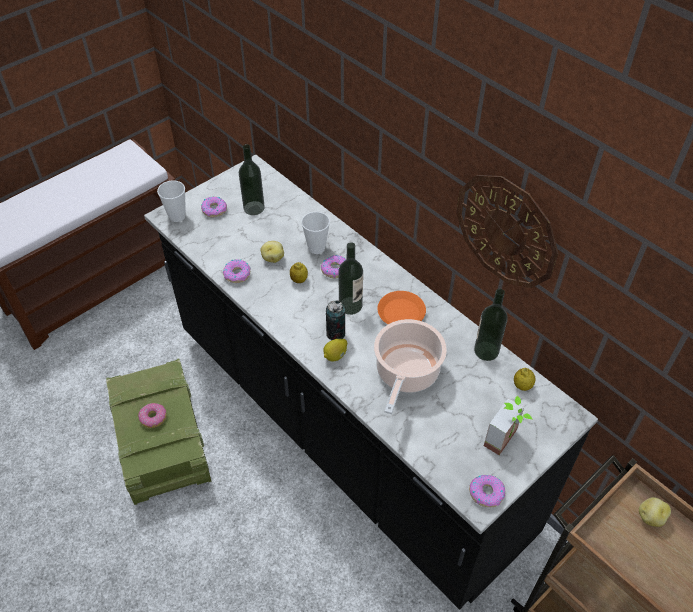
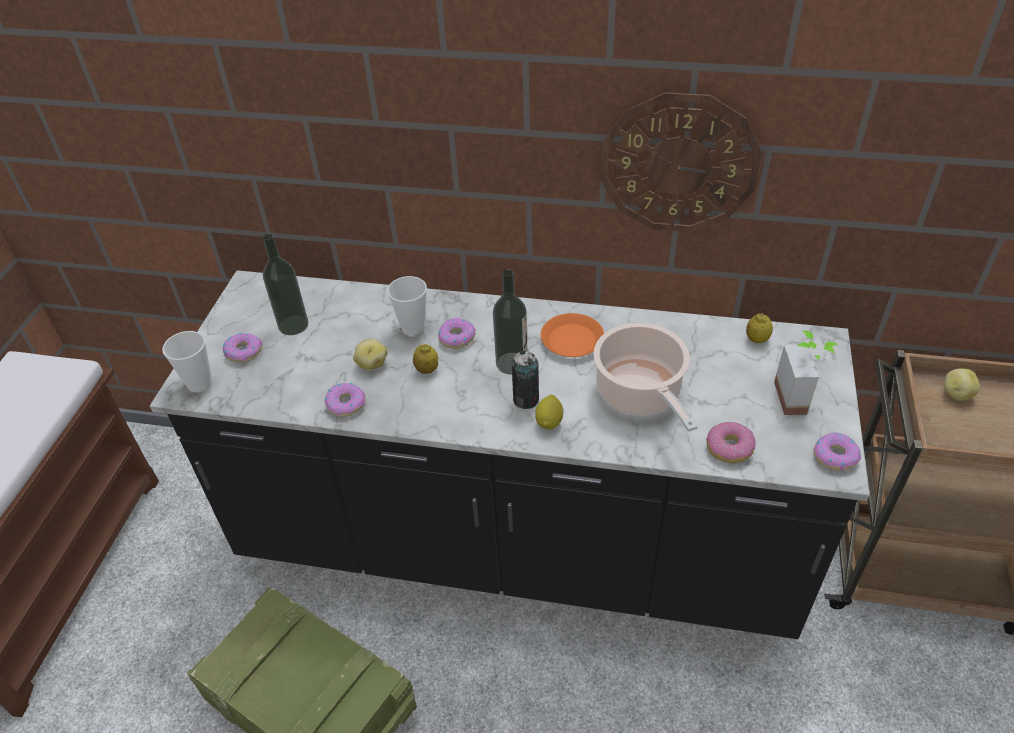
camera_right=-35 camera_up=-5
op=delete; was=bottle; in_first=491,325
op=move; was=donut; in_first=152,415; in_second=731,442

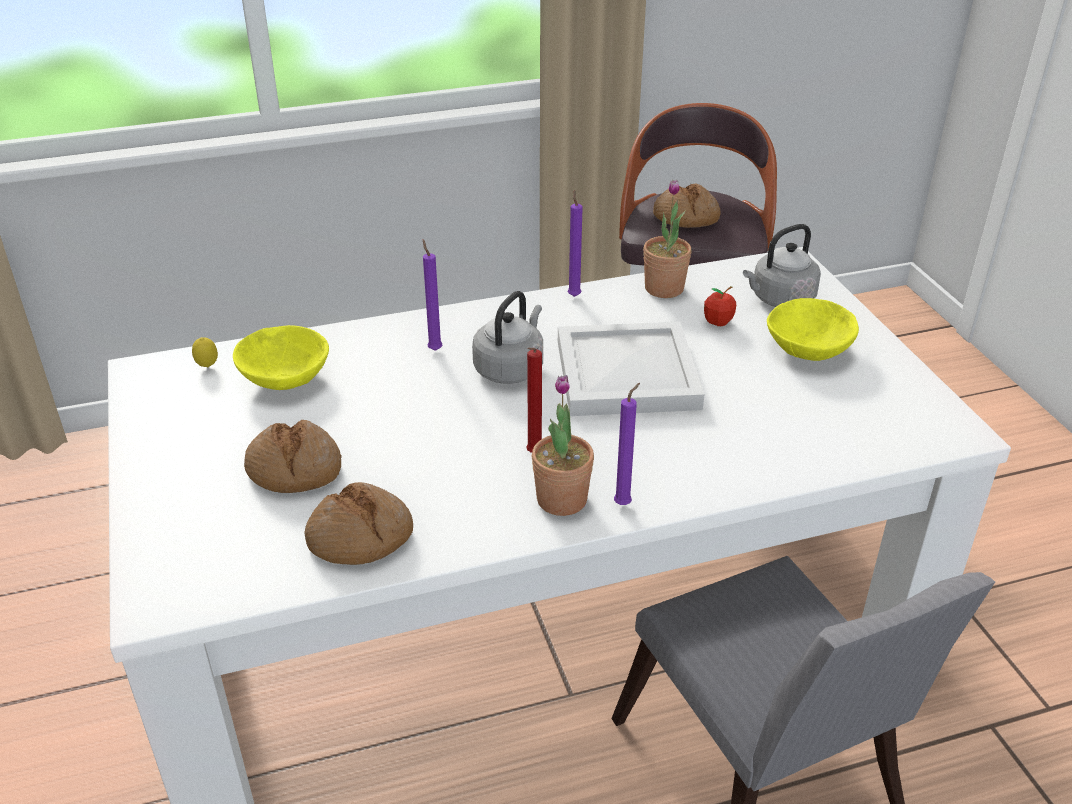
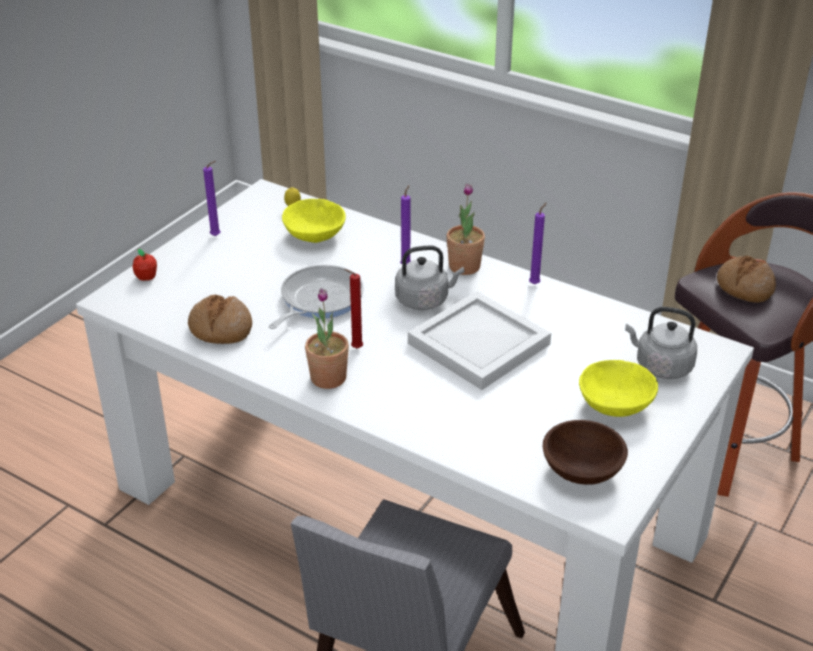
camera_right=50 camera_up=0
op=delete; was=bread; in_first=293,456
op=insert; now=frying pan; in_second=316,297
op=insert; now=bowl (brown); in_second=585,452
op=move; was=candle (purple); in_first=627,444; in_second=211,198
op=move; was=potted plant; in_first=667,239; in_second=465,229
op=move; was=apple; in_first=720,306; in_second=144,265

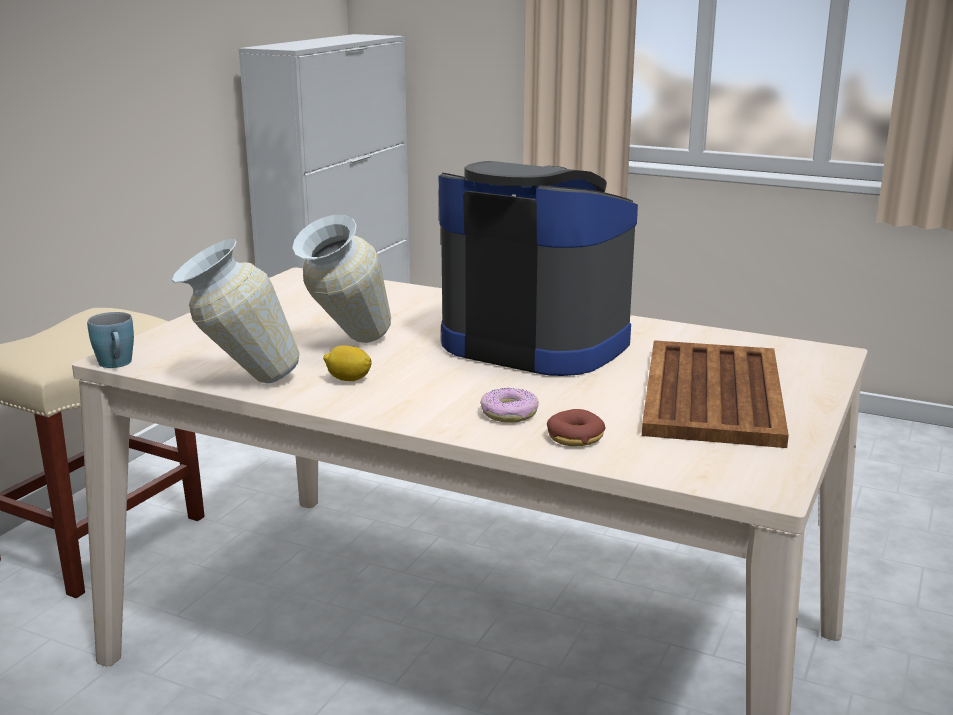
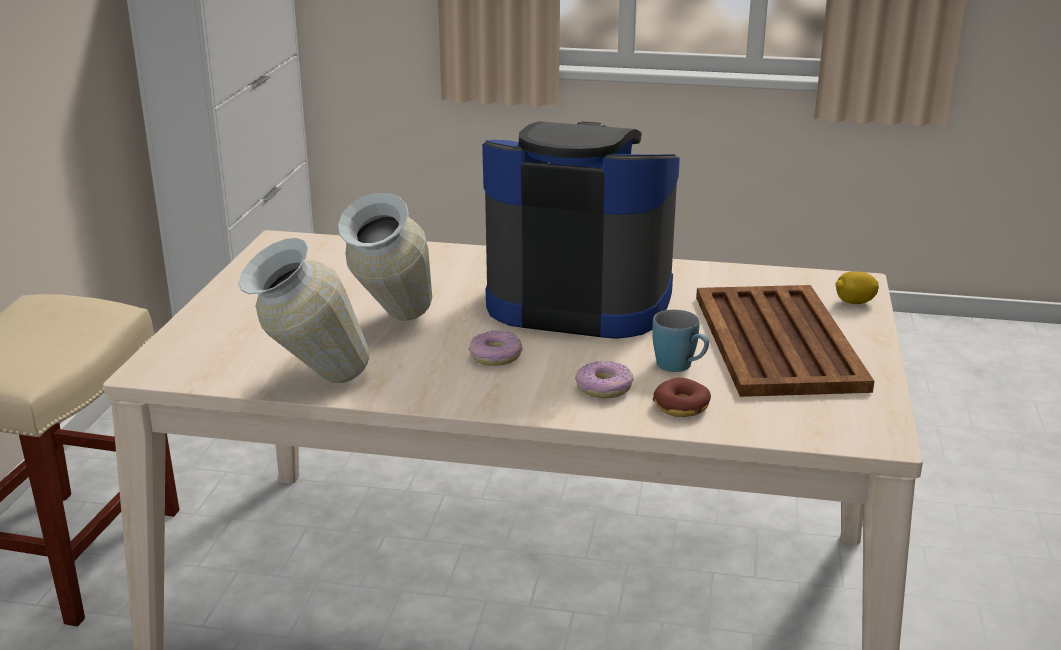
camera_right=-15 camera_up=5
op=insert; now=donut; in_second=496,348
op=move; was=mug (blue); in_first=110,340; in_second=680,341
op=move; was=lemon; in_first=347,363; in_second=857,288

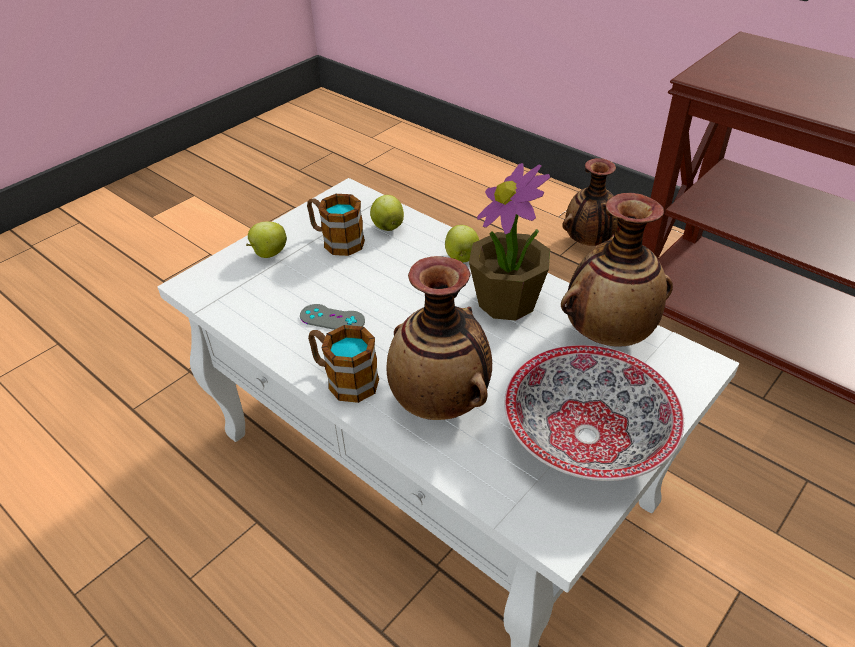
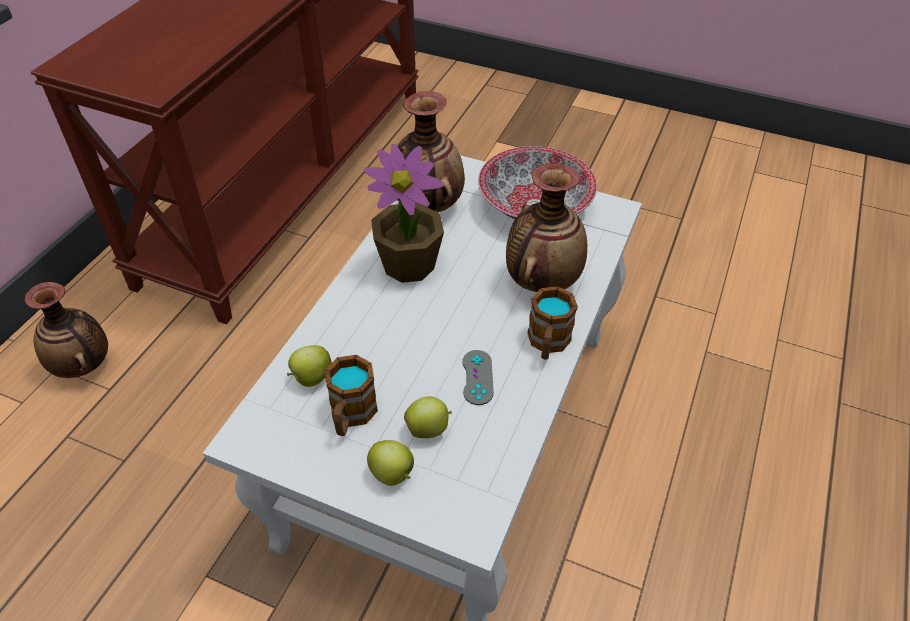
camera_right=-110 camera_up=5
op=move; was=apple; in_first=462,243; in_second=428,417

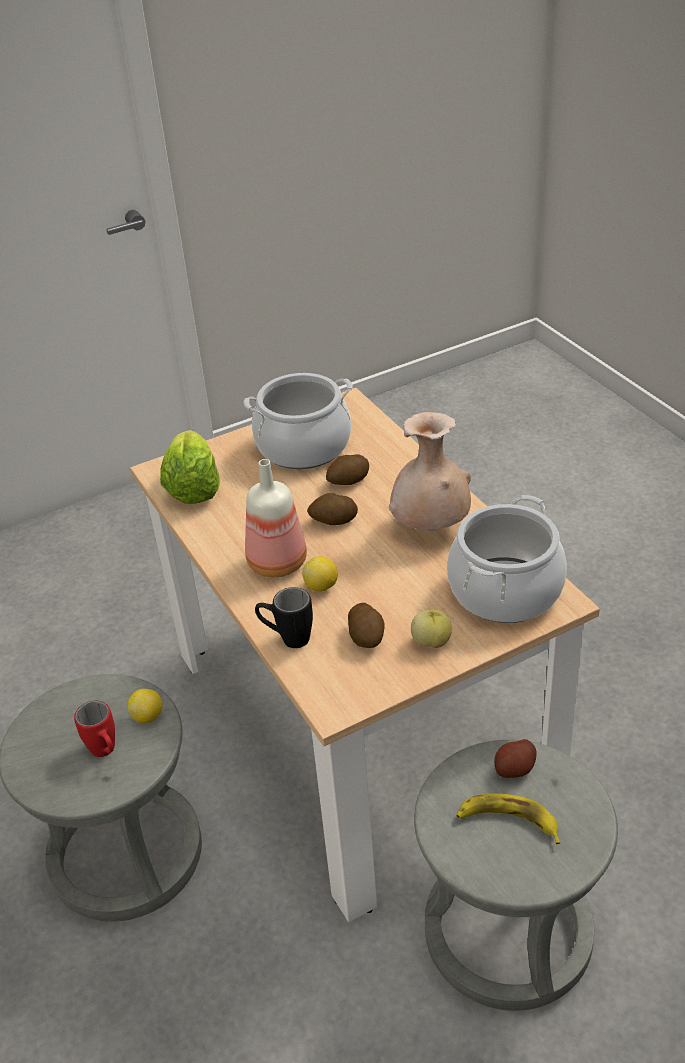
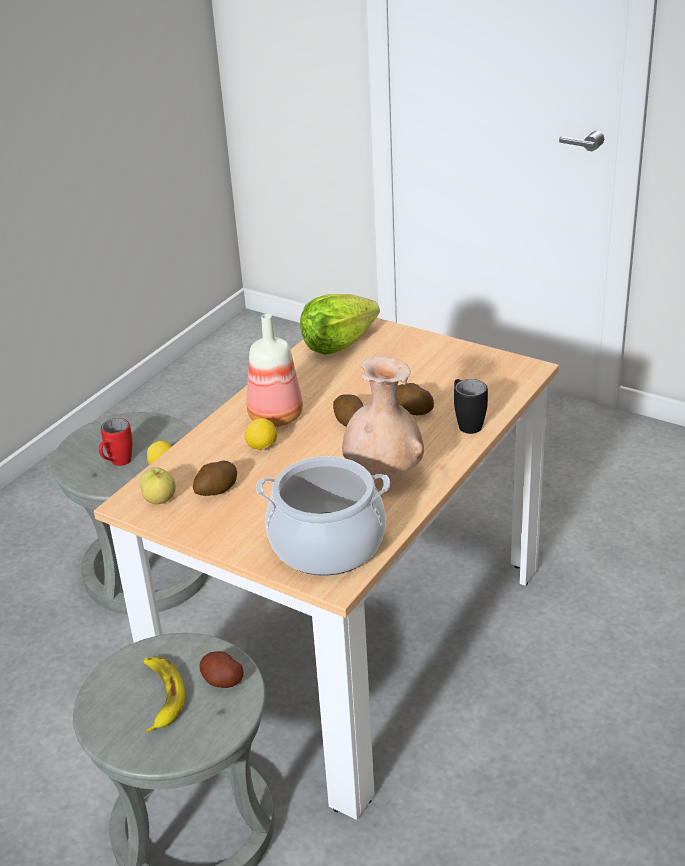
camera_right=60 camera_up=-5
op=delete; was=cooking pot; in_first=298,421
op=move; was=mug (black); in_first=284,617; in_second=471,406
op=move; was=apple; in_first=431,629; in_second=158,485

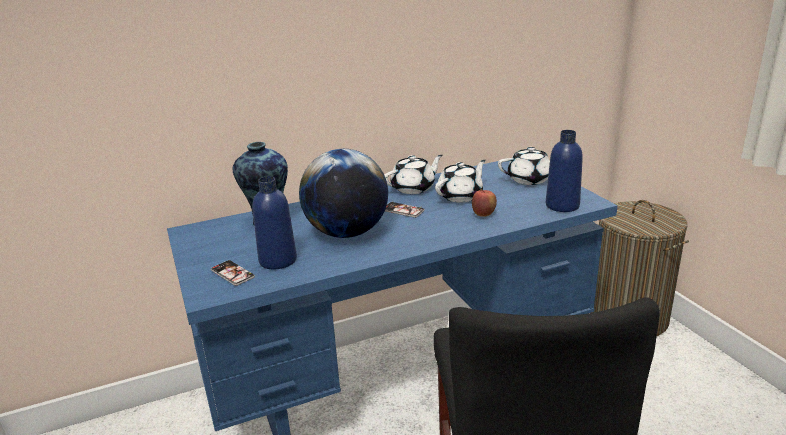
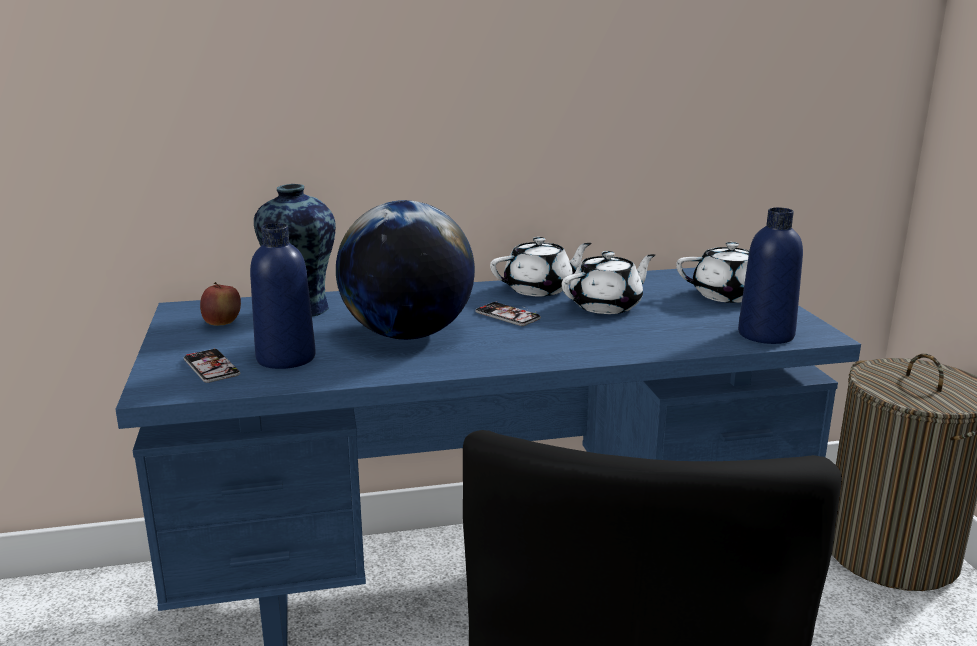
camera_right=10 camera_up=-5
op=move; was=apple; in_first=484,203; in_second=220,304

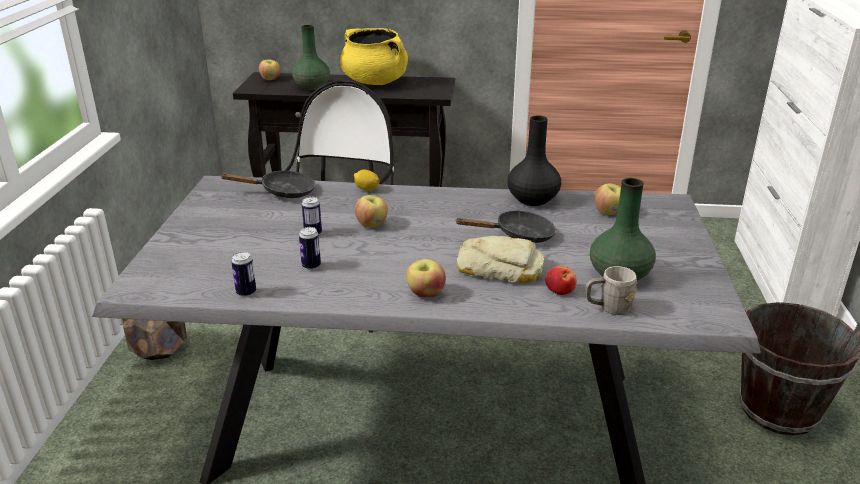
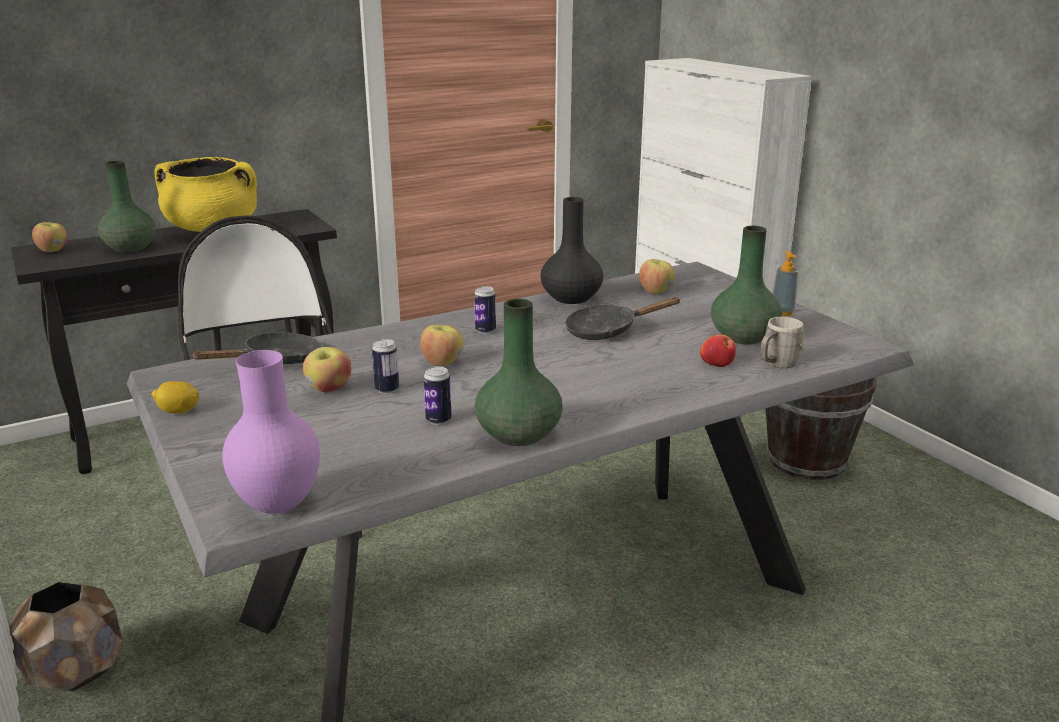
camera_right=-35 camera_up=-5
op=delete; was=bread; in_first=501,259
op=insert; now=vase (purple); in_second=271,432
op=insert; now=vase (green); in_second=518,372
op=insert; now=soap dispenser; in_second=785,283
op=move; was=can; in_first=243,274; in_second=485,310
op=move; was=lemon; in_first=366,180; in_second=175,397
op=move; was=apple; in_first=426,278; in_second=327,369
op=rotate; was=frying pan (black); in_first=505,226; in_second=623,318; clockwise=-150

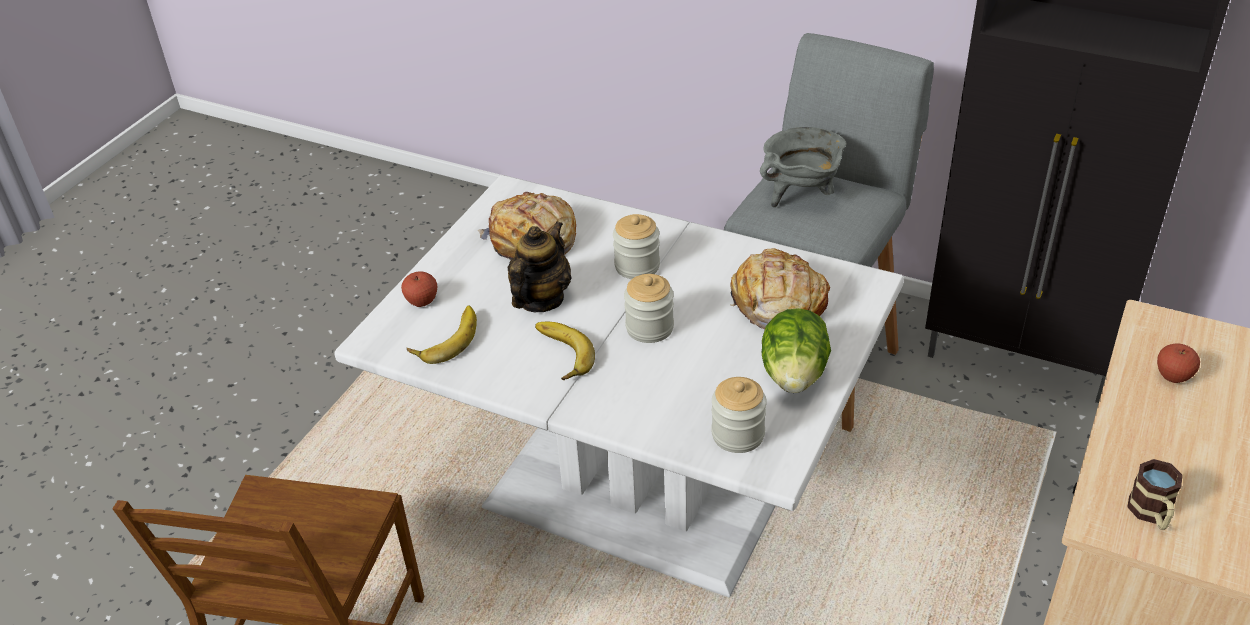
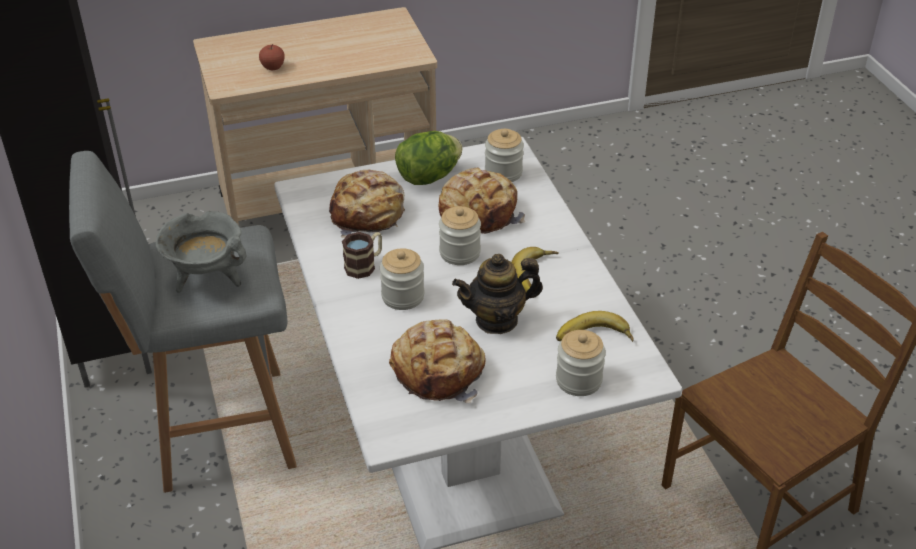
camera_right=-135 camera_up=0
op=insert; now=bread; in_second=482,201
op=move; was=mug; in_first=1155,494; in_second=362,255
op=replace; was=apple; now=jar; in_first=419,289; in_second=581,363

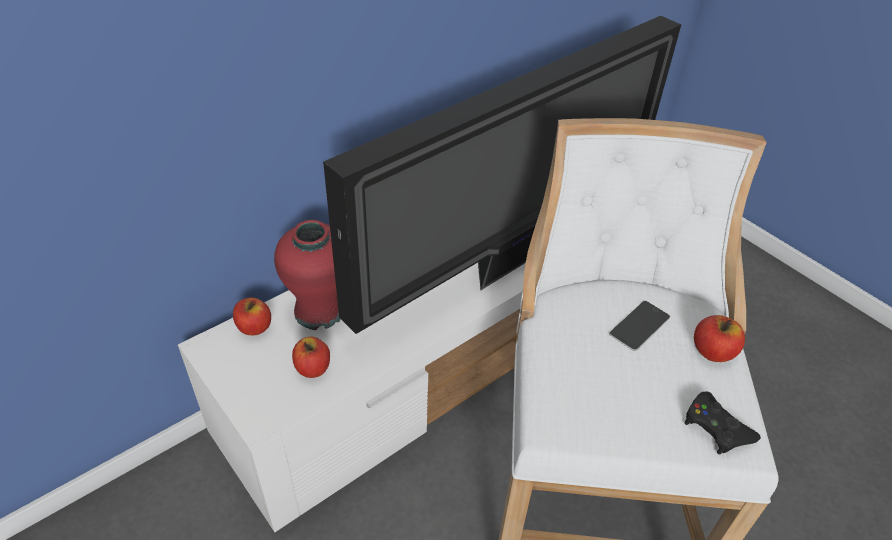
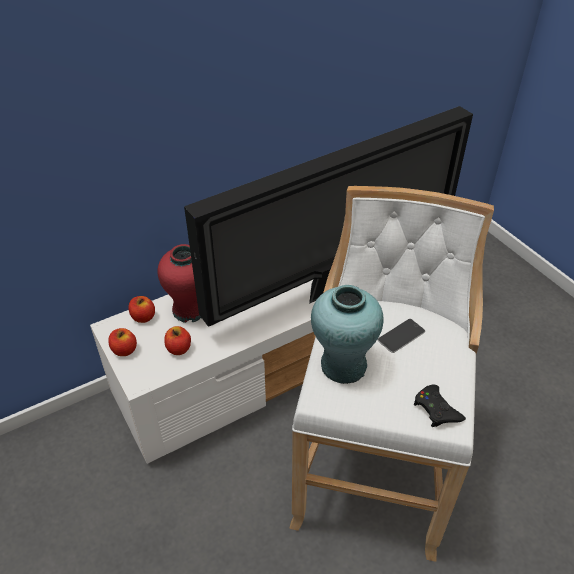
camera_right=10 camera_up=0
op=insert; now=vase (turquoise); in_second=347,334
op=move; was=apple; in_first=719,338; in_second=122,342

